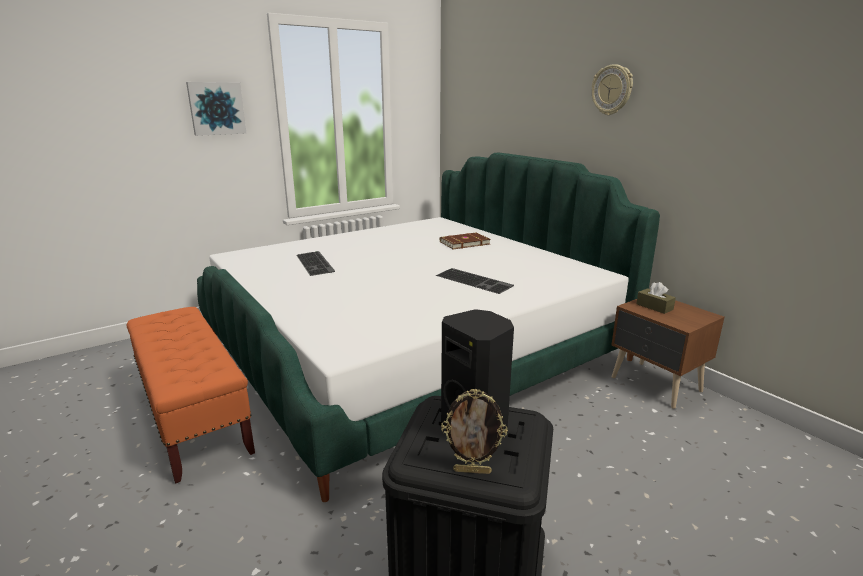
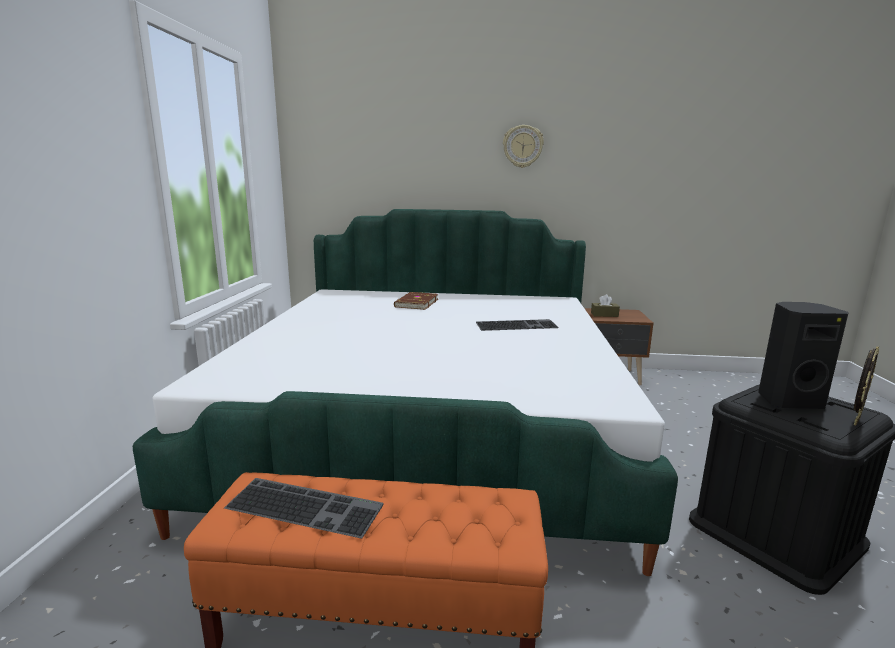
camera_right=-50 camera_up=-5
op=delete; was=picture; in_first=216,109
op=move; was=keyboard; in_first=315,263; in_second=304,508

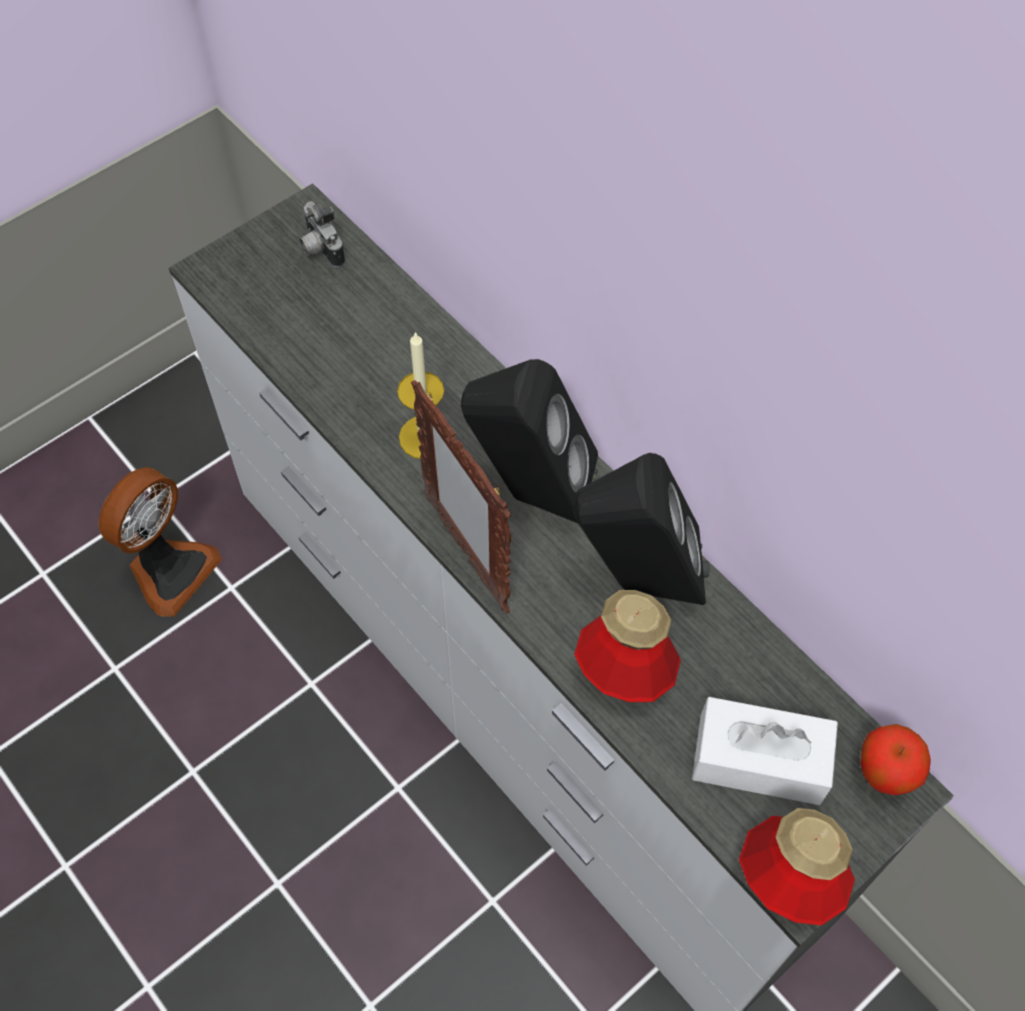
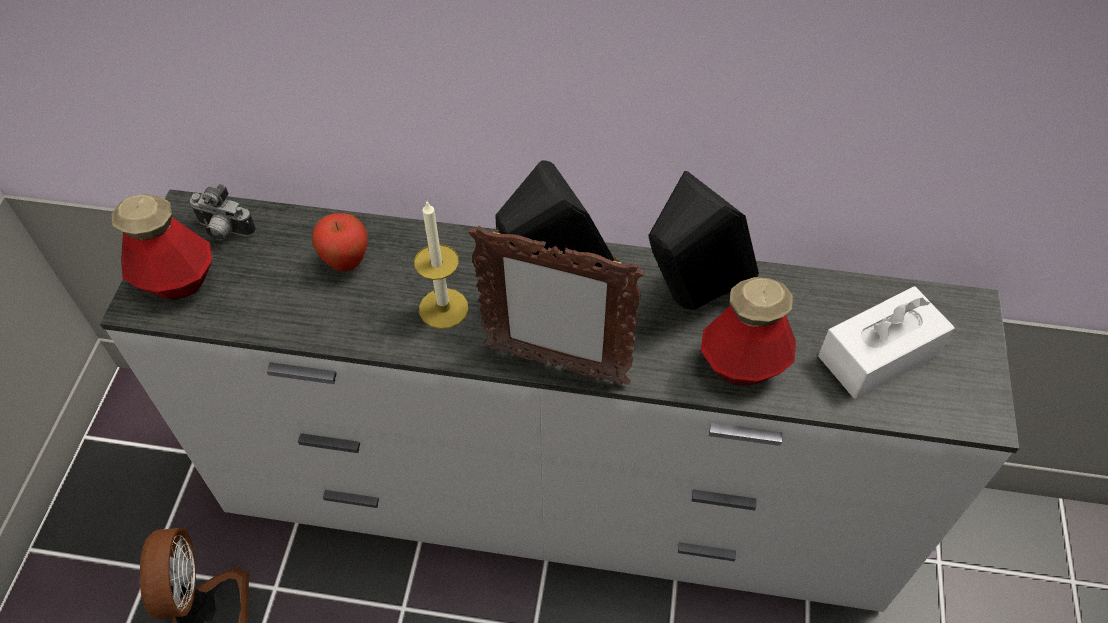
camera_right=-40 camera_up=-5
op=move; was=bottle; in_first=797,866; in_second=161,247
op=move; was=apple; in_first=896,759; in_second=339,242

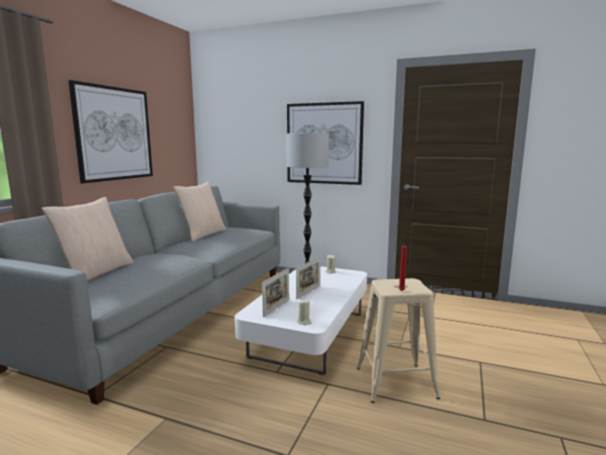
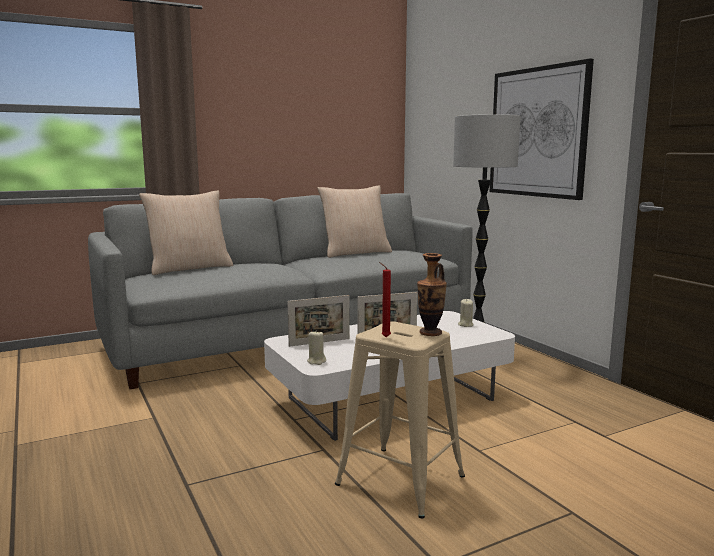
camera_right=40 camera_up=0
op=delete; was=picture; in_first=110,131
op=insert; now=vase; in_second=432,294

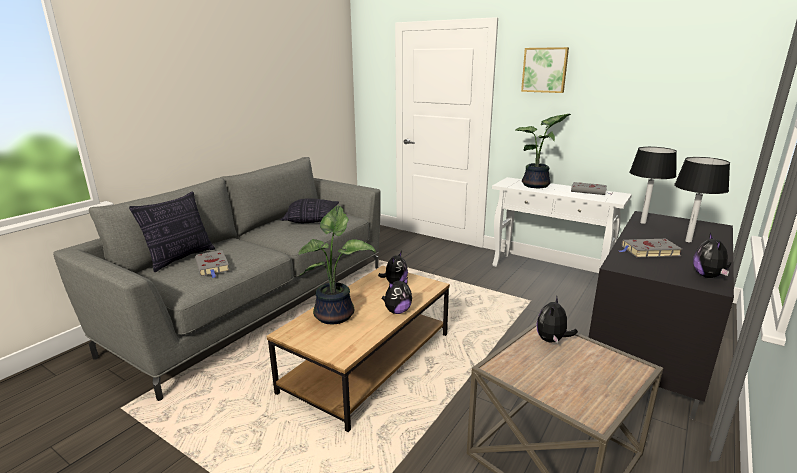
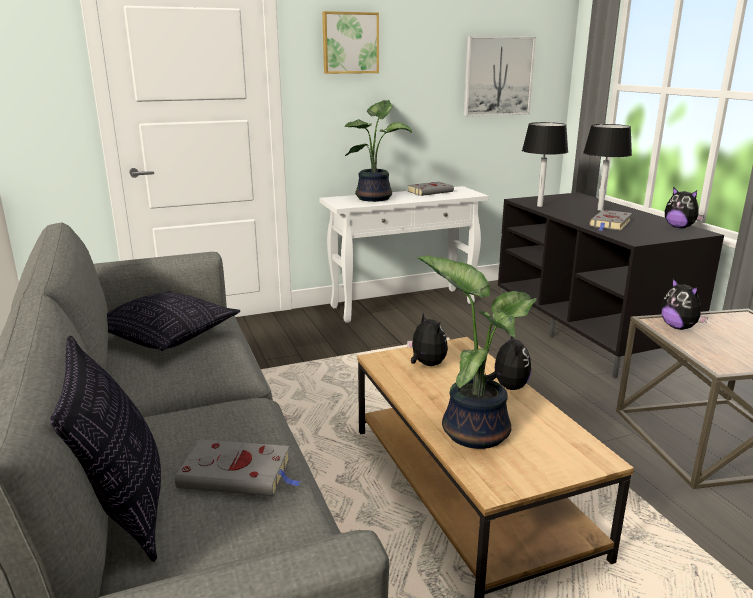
camera_right=-55 camera_up=0
op=insert; now=picture; in_second=500,76

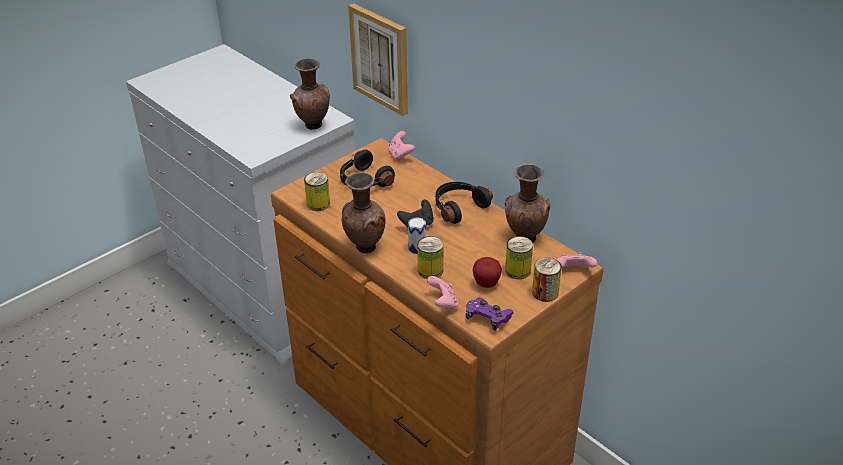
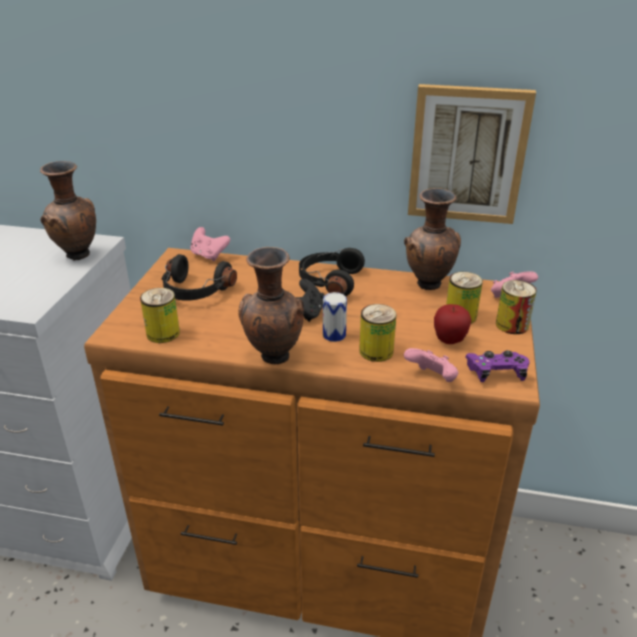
camera_right=-35 camera_up=-5
op=move; was=picture; in_first=378,60; in_second=472,154

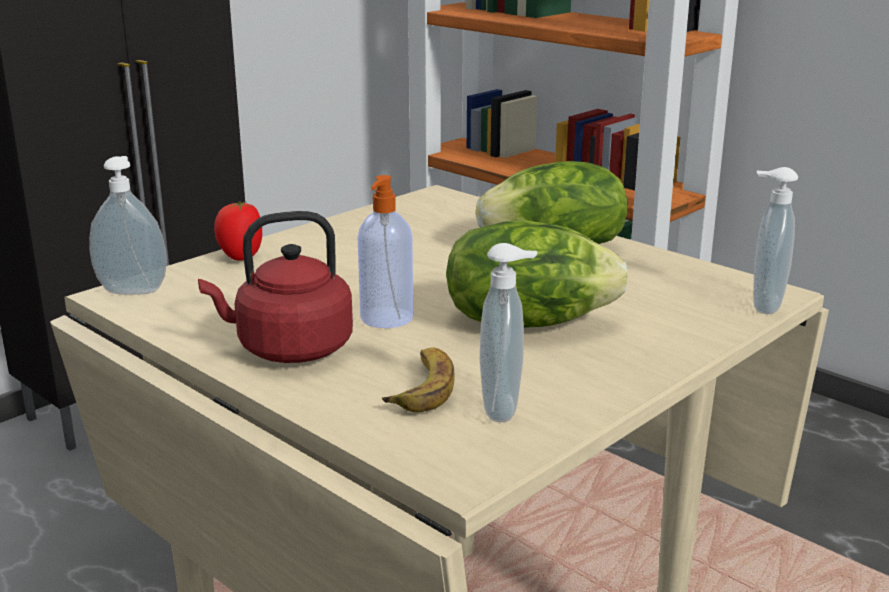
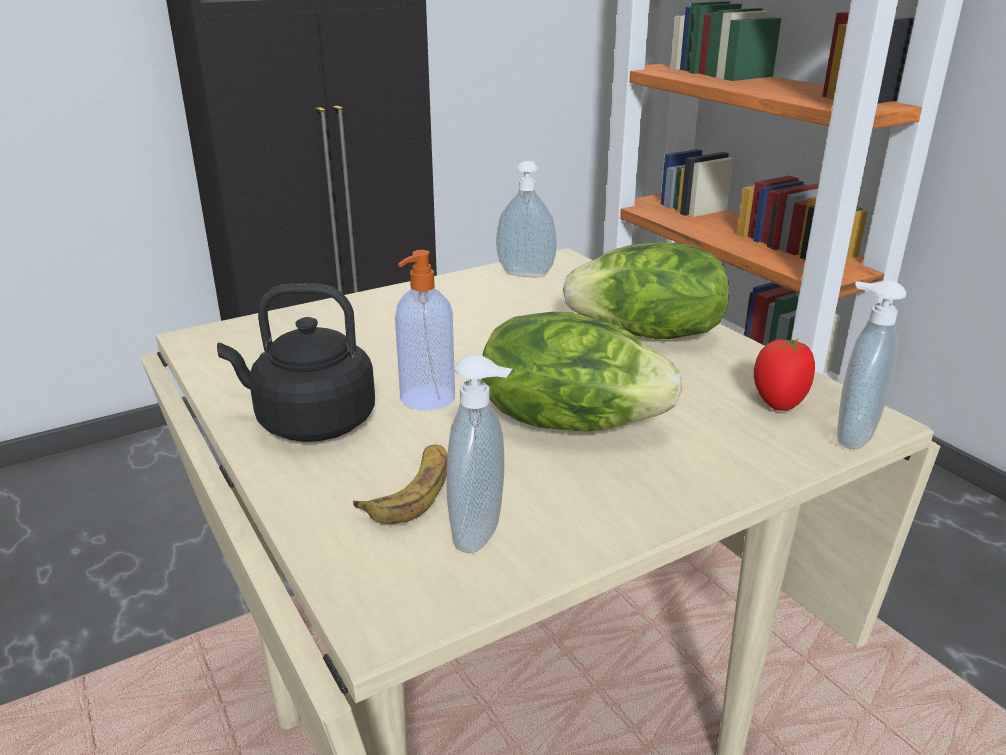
camera_right=15 camera_up=5
op=move; was=soap dispenser; in_first=128,225; in_second=526,219
op=move; was=tomato; in_first=238,231; in_second=784,375
op=recolor; was=kettle (red); now=kettle (black); in_first=275,287; in_second=296,362

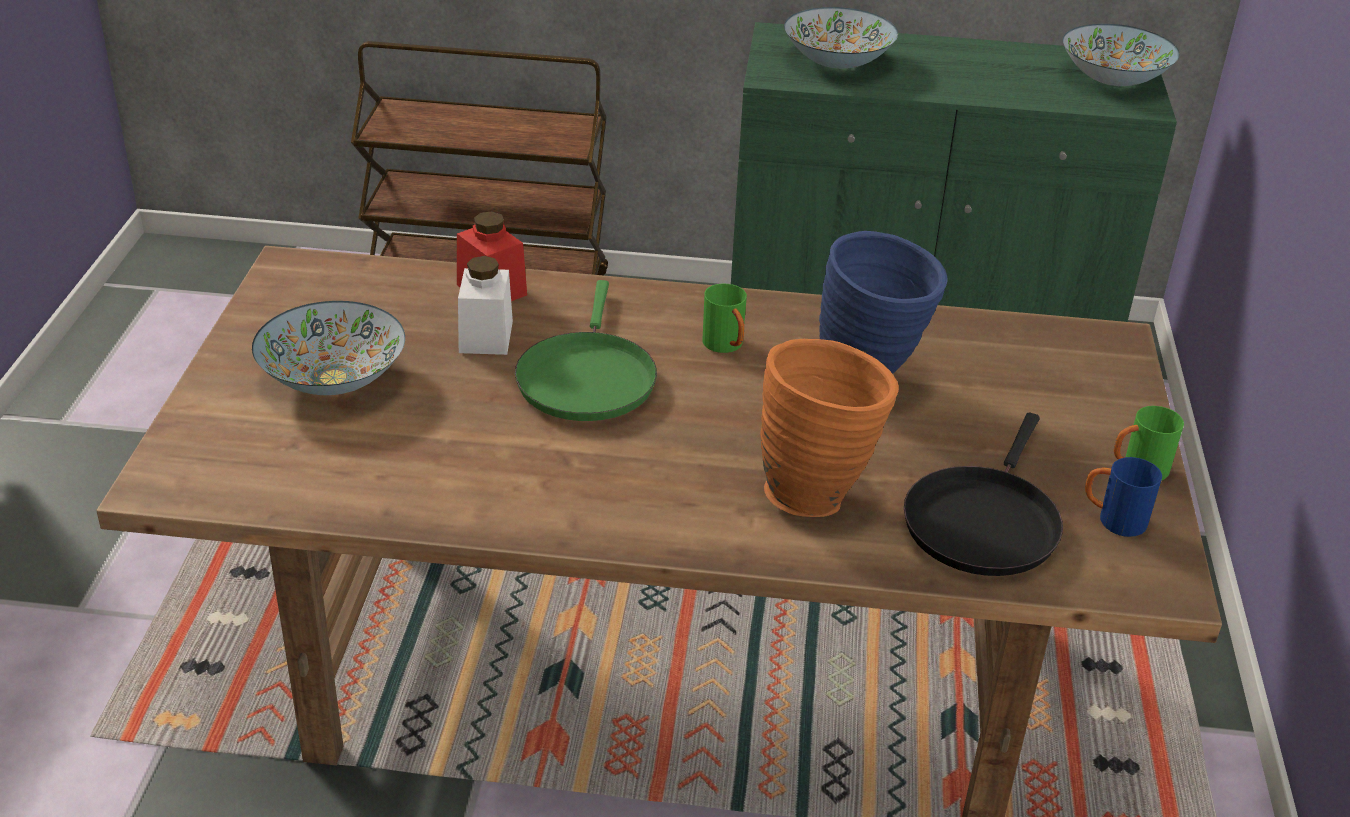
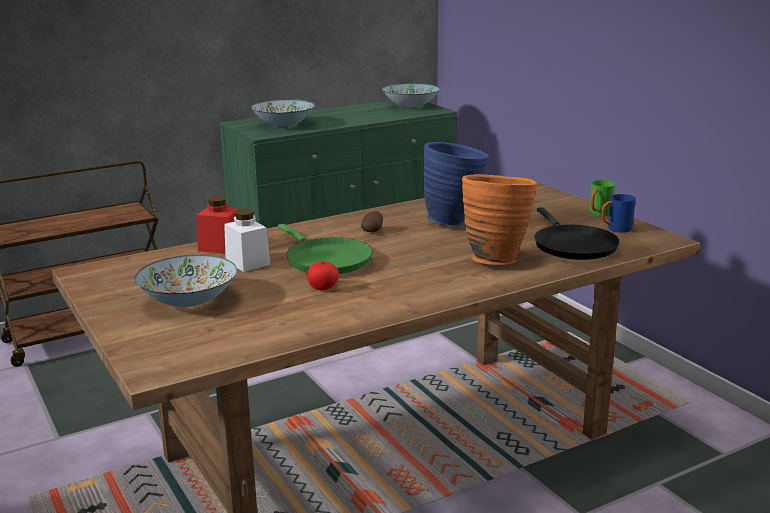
camera_right=-35 camera_up=-15
op=insert; now=tomato; in_second=323,275
op=replace; was=mug (green); now=potato; in_first=725,318; in_second=372,221

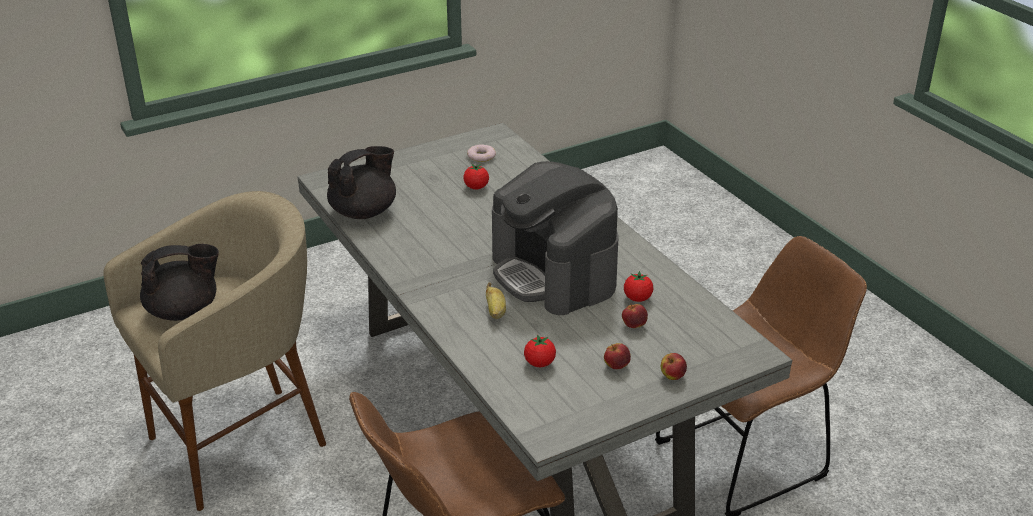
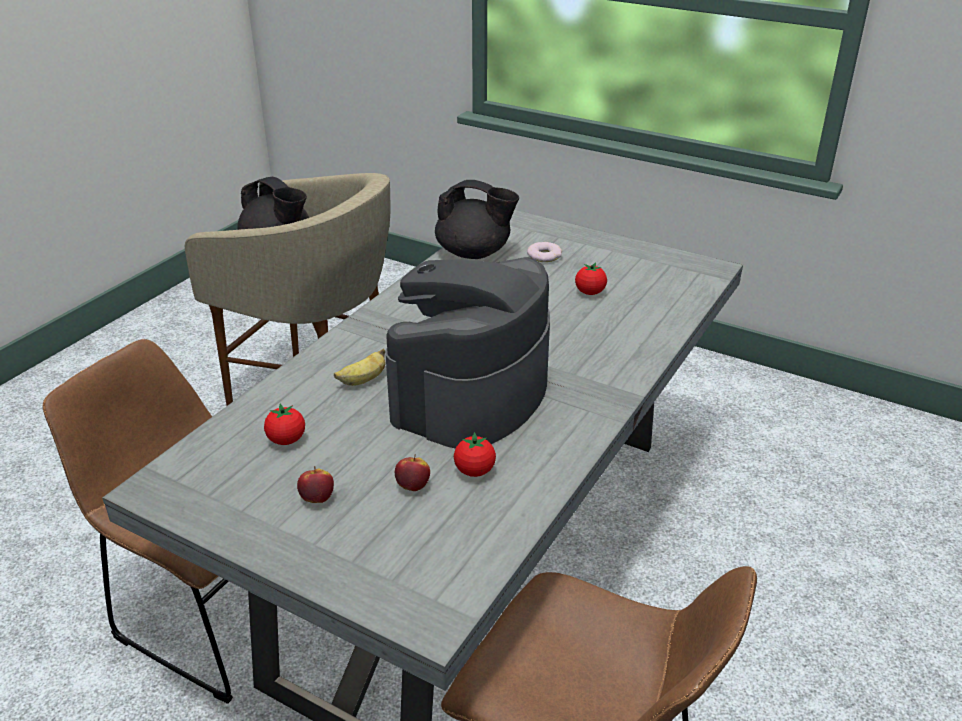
camera_right=60 camera_up=0
op=delete; was=apple; in_first=674,366
op=move; was=donut; in_first=481,153; in_second=544,252

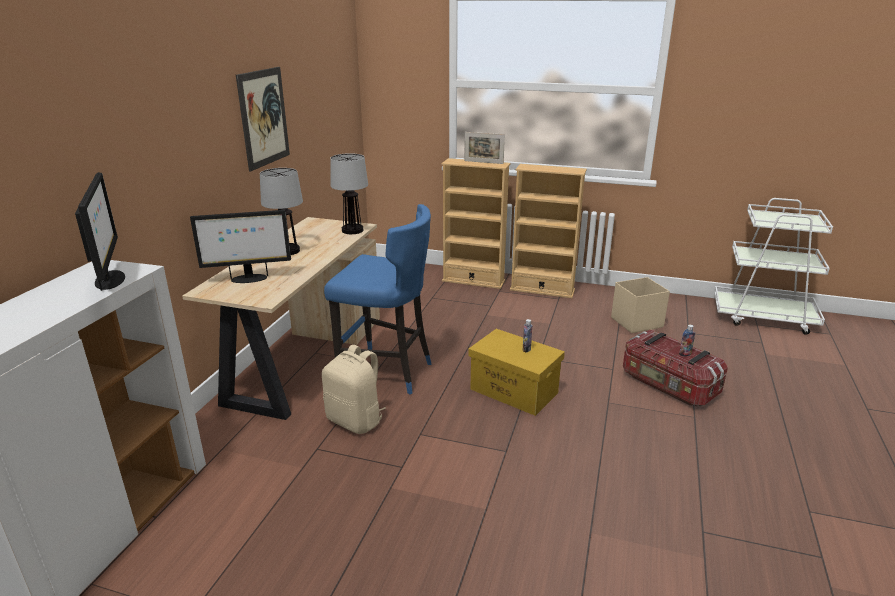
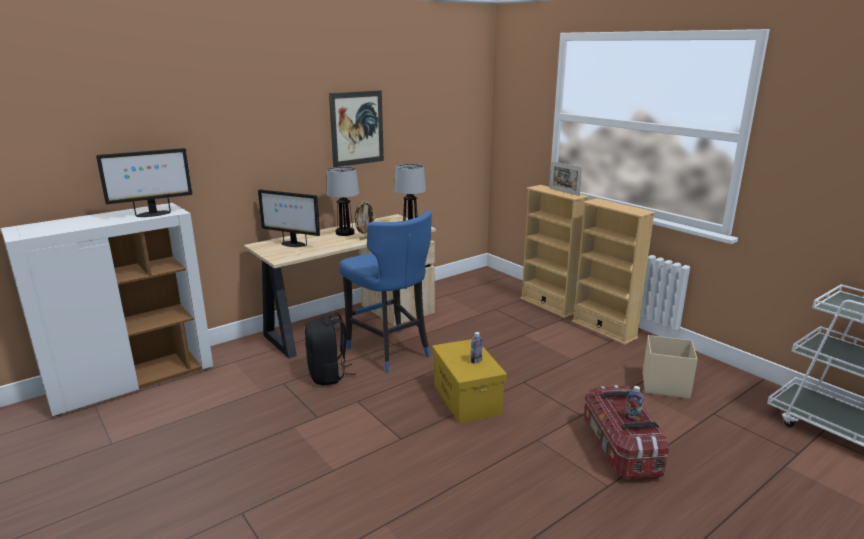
camera_right=35 camera_up=-5
op=insert; now=picture frame; in_second=365,220
op=recolor; was=backpack (beige); now=backpack (black); in_first=354,389; in_second=330,348
op=rotate; was=monitor; in_first=100,231; in_second=144,182; clockwise=45

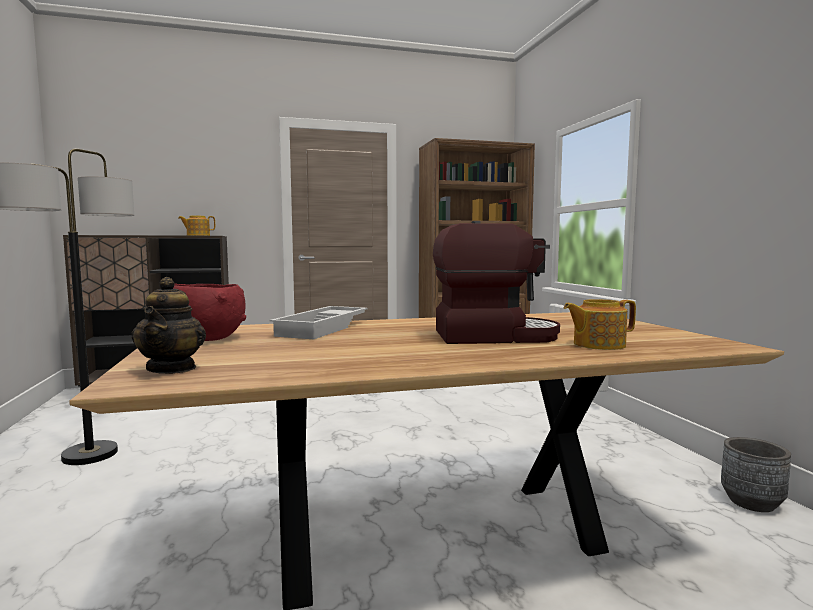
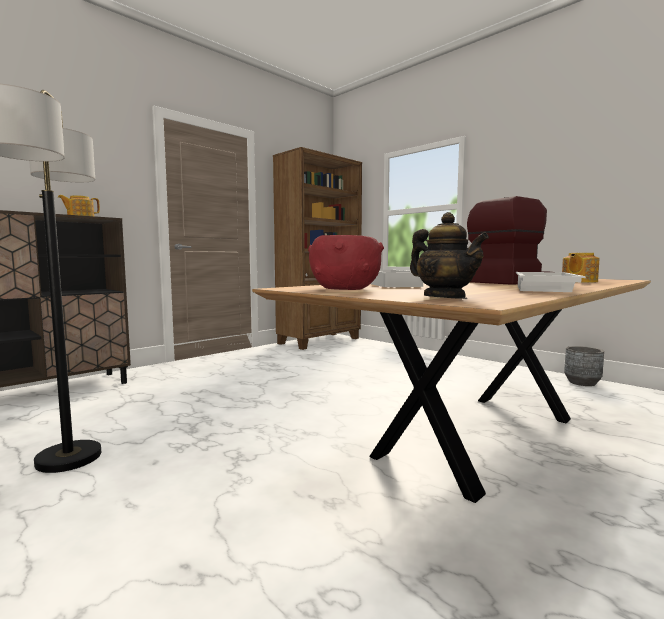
camera_right=-30 camera_up=0
op=insert; now=tray (white); in_second=551,282

